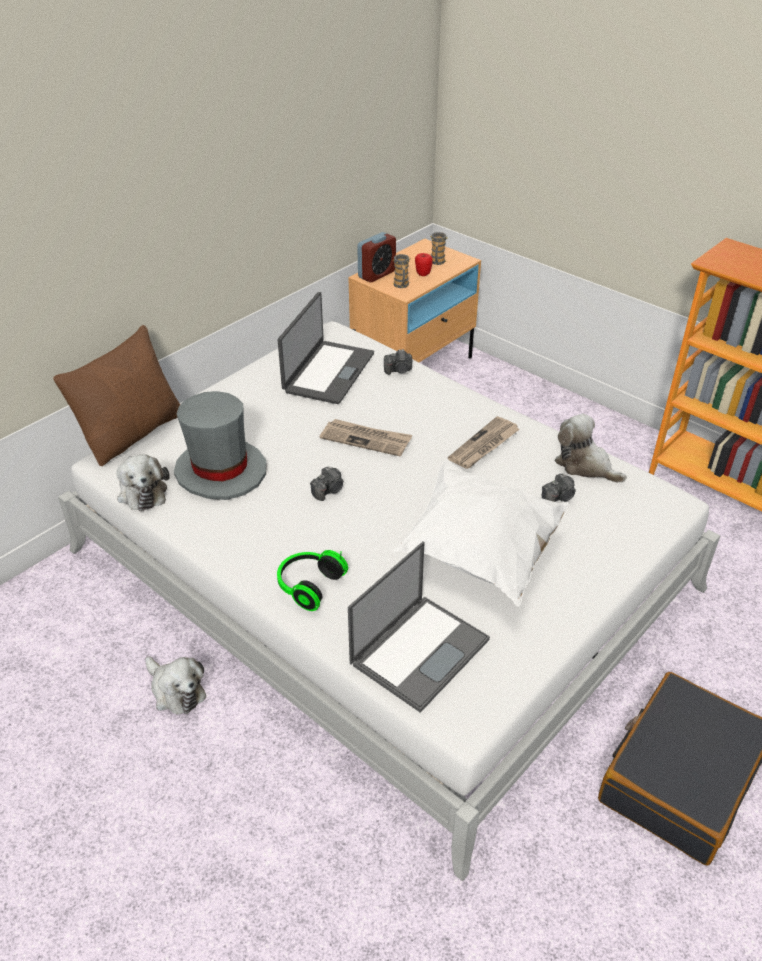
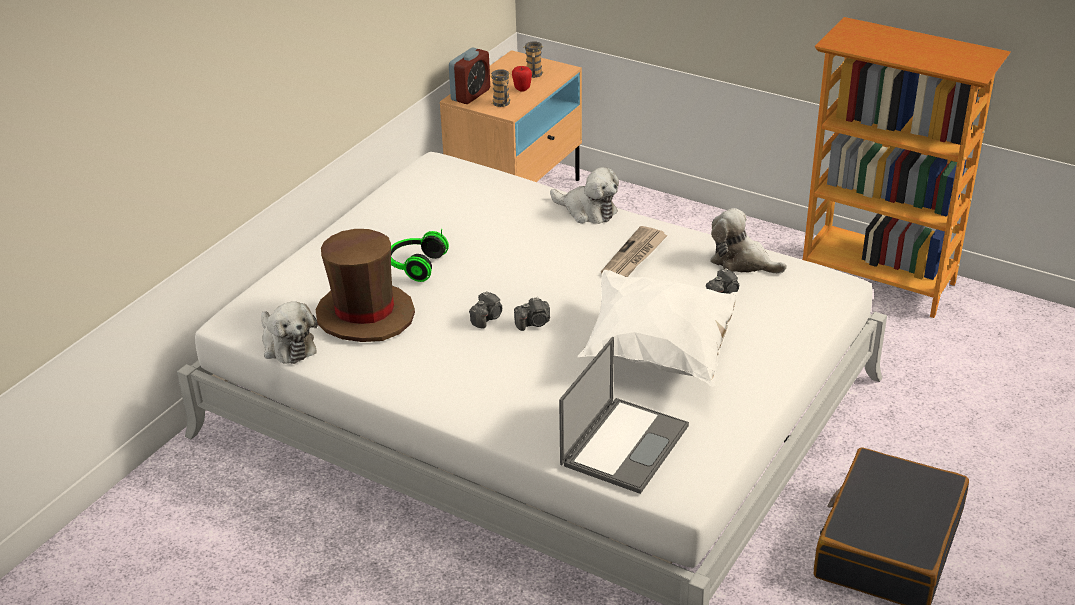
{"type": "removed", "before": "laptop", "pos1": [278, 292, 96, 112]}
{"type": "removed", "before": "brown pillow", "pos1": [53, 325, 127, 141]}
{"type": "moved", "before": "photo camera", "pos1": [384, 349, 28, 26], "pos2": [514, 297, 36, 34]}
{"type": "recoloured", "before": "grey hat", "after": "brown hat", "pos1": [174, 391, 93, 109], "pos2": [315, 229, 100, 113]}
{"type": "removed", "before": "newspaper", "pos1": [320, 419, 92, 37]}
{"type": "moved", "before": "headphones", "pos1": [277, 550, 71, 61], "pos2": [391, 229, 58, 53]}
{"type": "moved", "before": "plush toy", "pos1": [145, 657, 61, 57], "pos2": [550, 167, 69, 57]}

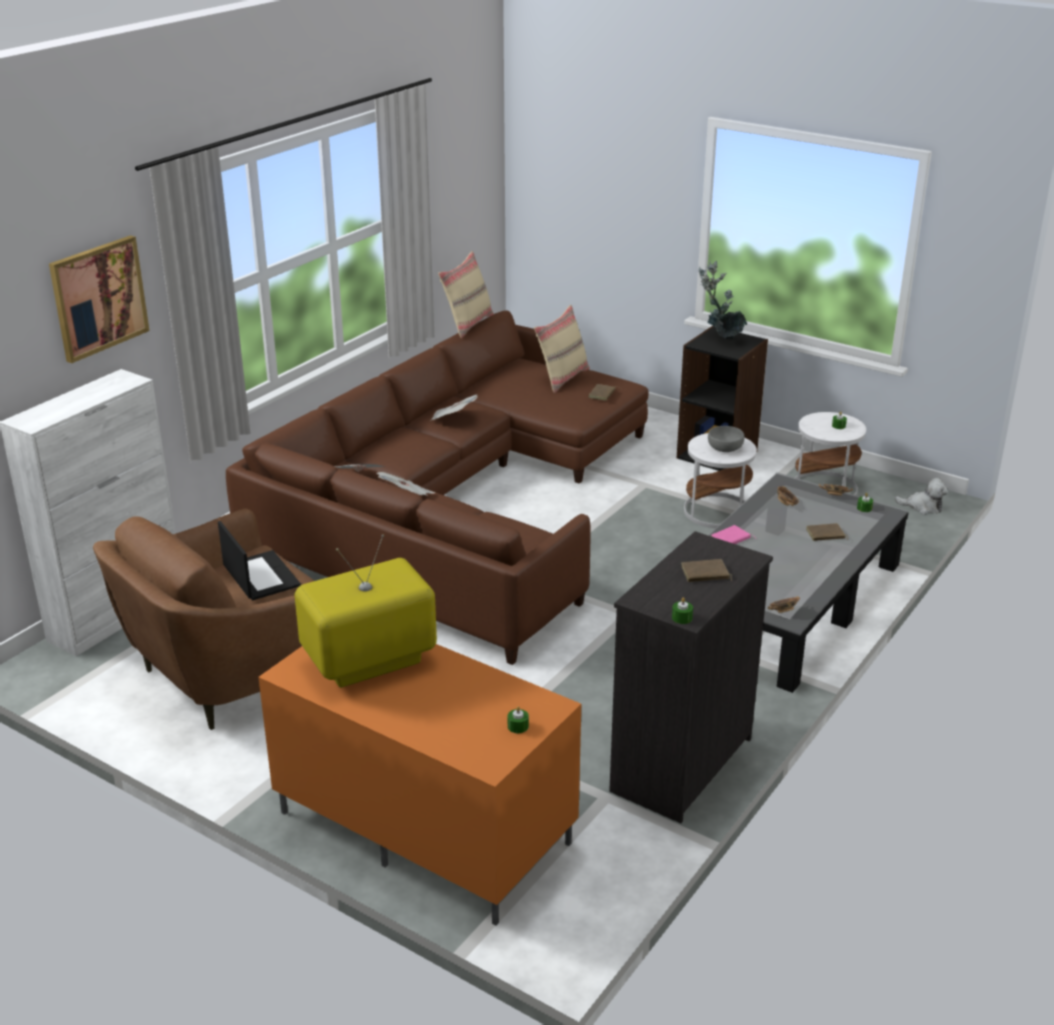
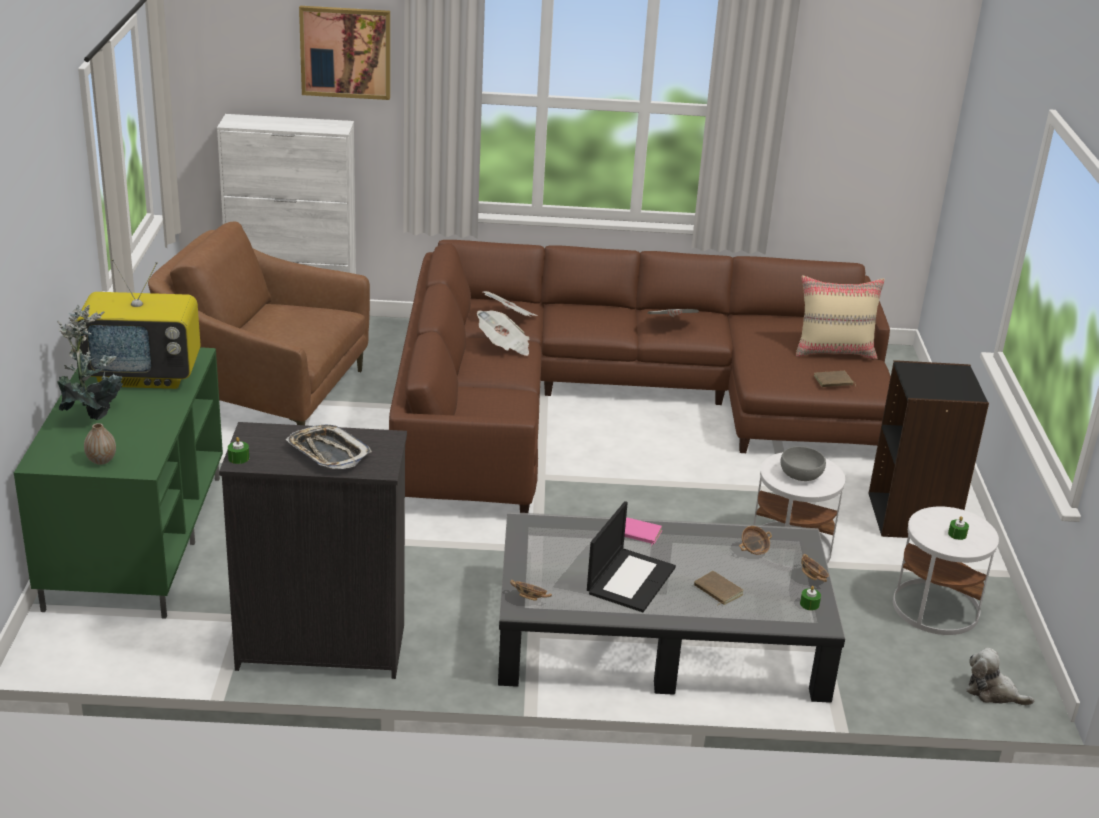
{"type": "removed", "before": "beige pillow", "pos1": [438, 251, 56, 87]}
{"type": "moved", "before": "potted plant", "pos1": [698, 261, 49, 78], "pos2": [57, 305, 66, 115]}
{"type": "turned", "before": "plush toy", "pos1": [895, 478, 53, 37], "pos2": [966, 648, 69, 57], "turn": 135}
{"type": "moved", "before": "laptop", "pos1": [218, 521, 83, 79], "pos2": [587, 501, 89, 111]}
{"type": "turned", "before": "television", "pos1": [295, 535, 142, 153], "pos2": [75, 259, 125, 130], "turn": 150}
{"type": "replaced", "before": "brown book", "after": "tray", "pos1": [681, 559, 51, 23], "pos2": [286, 425, 86, 44]}
{"type": "recoloured", "before": "orange tv stand", "after": "green tv stand", "pos1": [258, 644, 323, 282], "pos2": [14, 347, 209, 272]}
{"type": "replaced", "before": "green candle", "after": "vase", "pos1": [508, 706, 21, 27], "pos2": [84, 423, 32, 42]}

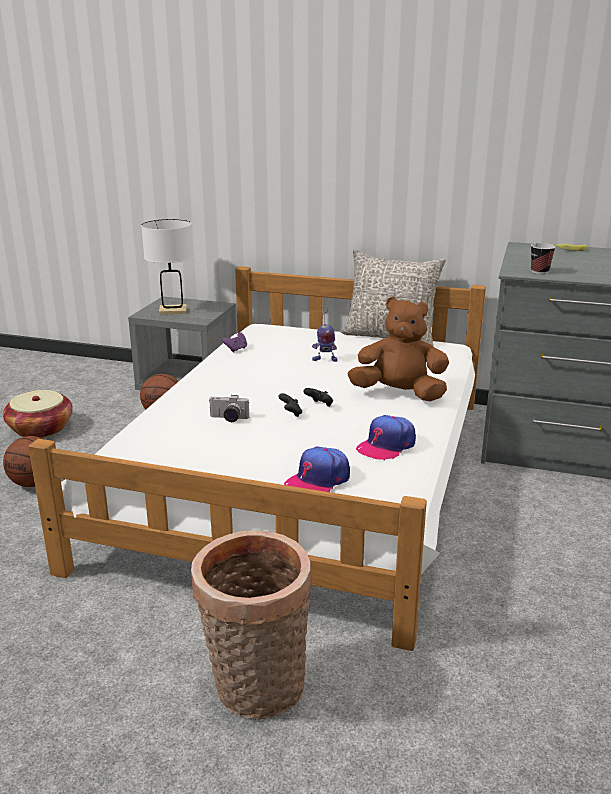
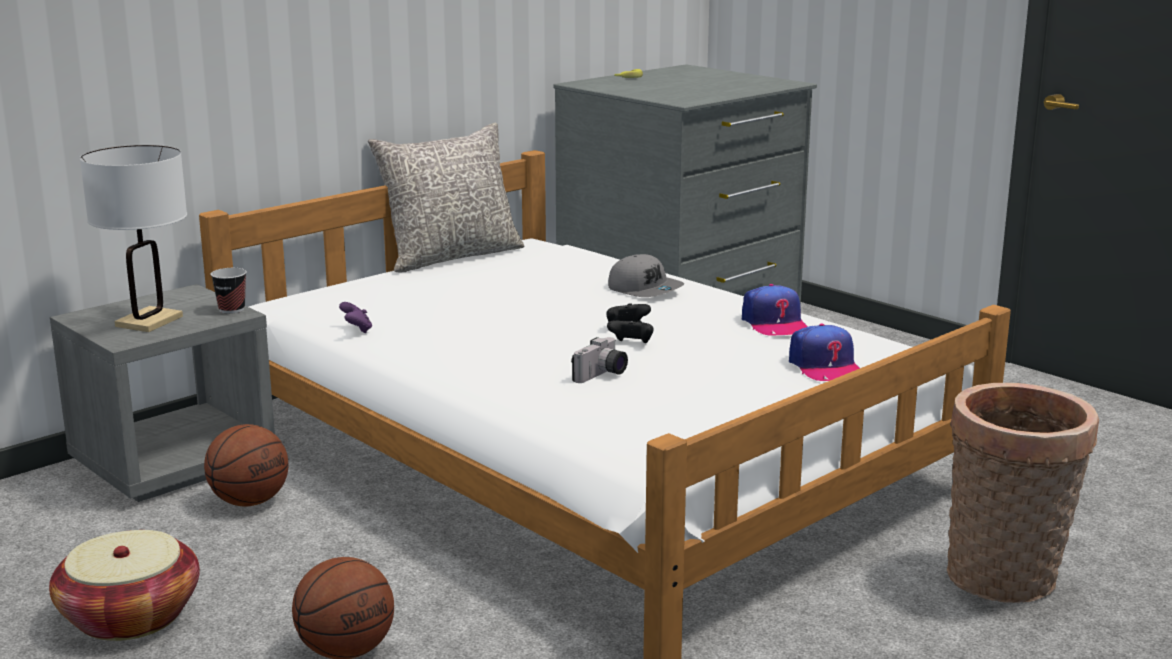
{"type": "moved", "before": "cup", "pos1": [531, 243, 25, 31], "pos2": [211, 268, 36, 46]}
{"type": "replaced", "before": "brown plush toy", "after": "grey cap", "pos1": [347, 297, 102, 105], "pos2": [608, 254, 76, 43]}
{"type": "removed", "before": "toy robot", "pos1": [312, 305, 26, 57]}

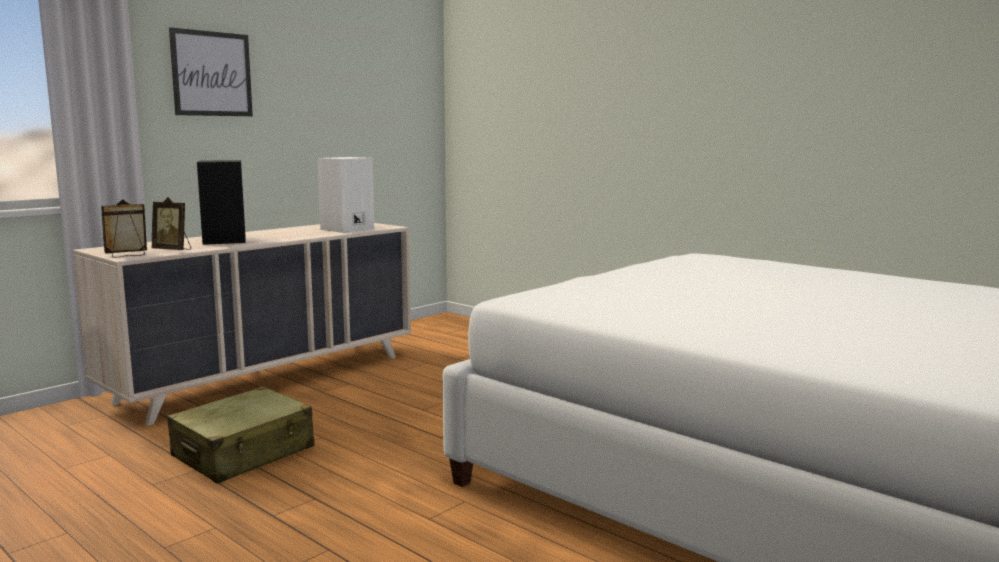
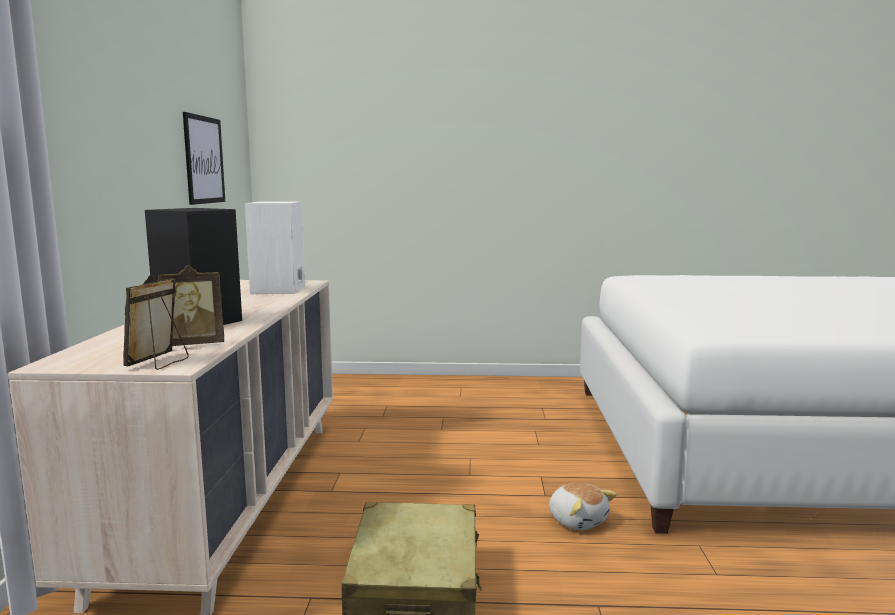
{"type": "moved", "before": "picture", "pos1": [169, 27, 84, 89], "pos2": [183, 112, 42, 93]}
{"type": "added", "after": "plush toy", "pos2": [549, 482, 68, 48]}

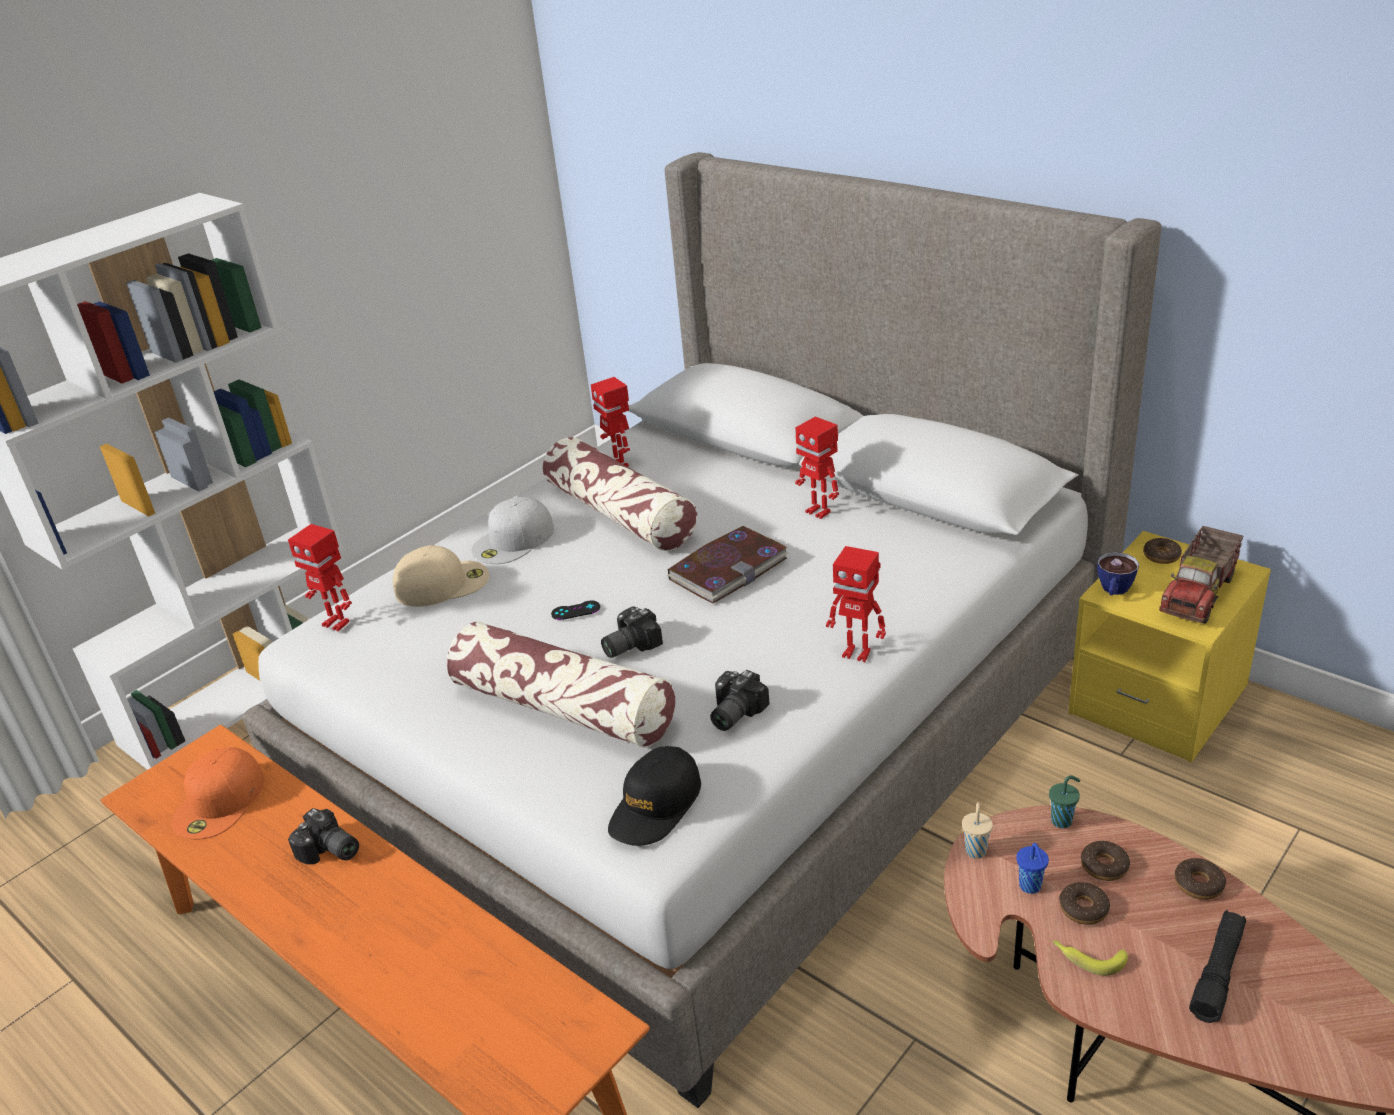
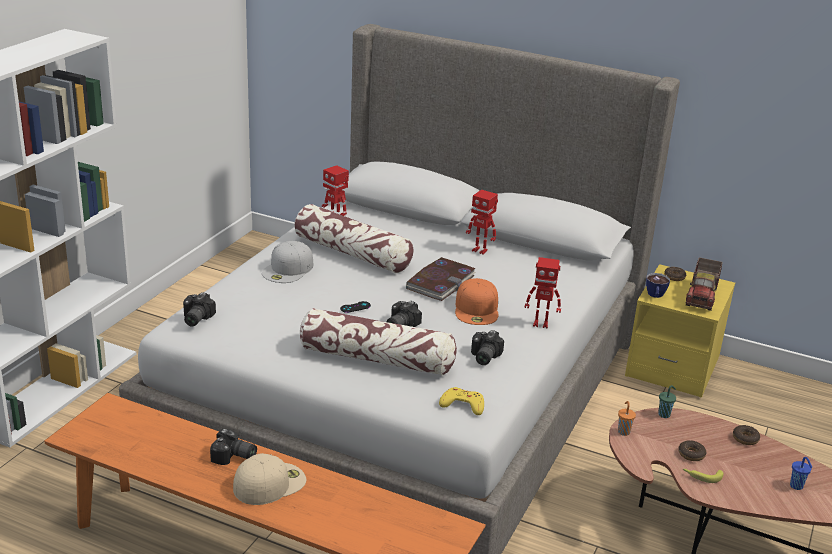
{"type": "replaced", "before": "toy robot", "after": "photo camera", "pos1": [288, 524, 64, 108], "pos2": [183, 292, 33, 34]}
{"type": "moved", "before": "beige cap", "pos1": [393, 545, 96, 62], "pos2": [233, 453, 73, 52]}
{"type": "replaced", "before": "black cap", "after": "yellow game controller", "pos1": [608, 746, 93, 100], "pos2": [439, 387, 45, 28]}
{"type": "moved", "before": "orange cap", "pos1": [171, 748, 94, 91], "pos2": [455, 278, 43, 47]}
{"type": "recoloured", "before": "beige cup", "after": "orange cup", "pos1": [962, 802, 31, 56], "pos2": [618, 401, 18, 35]}
{"type": "removed", "before": "donut", "pos1": [1081, 841, 49, 40]}
{"type": "moved", "before": "blue cup", "pos1": [1016, 843, 33, 51], "pos2": [790, 457, 22, 33]}
{"type": "removed", "before": "black flashlight", "pos1": [1189, 910, 57, 113]}

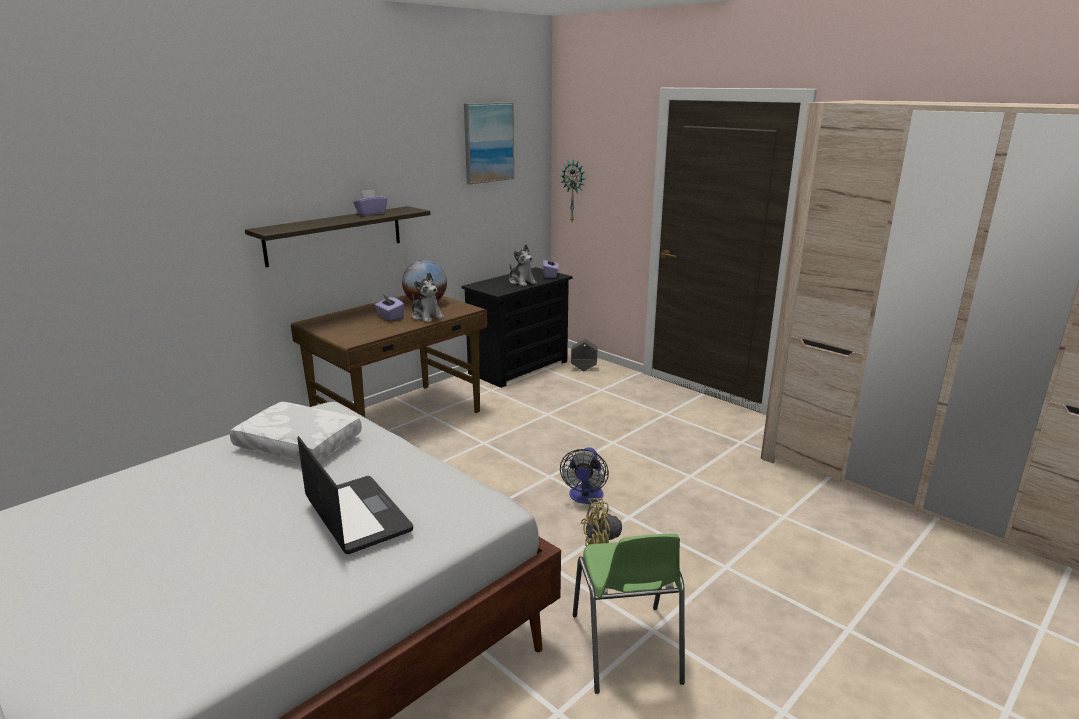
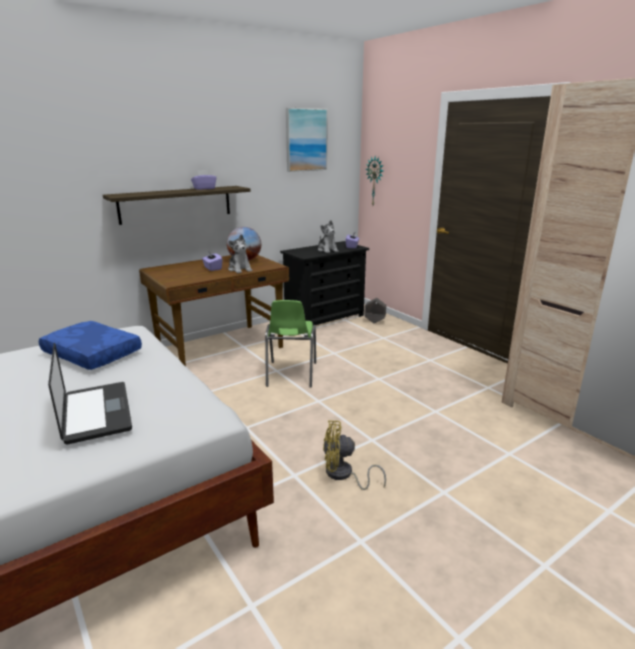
{"type": "recoloured", "before": "white pillow", "after": "blue pillow", "pos1": [230, 402, 132, 60], "pos2": [39, 321, 103, 49]}
{"type": "removed", "before": "fan", "pos1": [560, 447, 49, 57]}
{"type": "moved", "before": "green chair", "pos1": [573, 534, 112, 160], "pos2": [265, 300, 51, 88]}

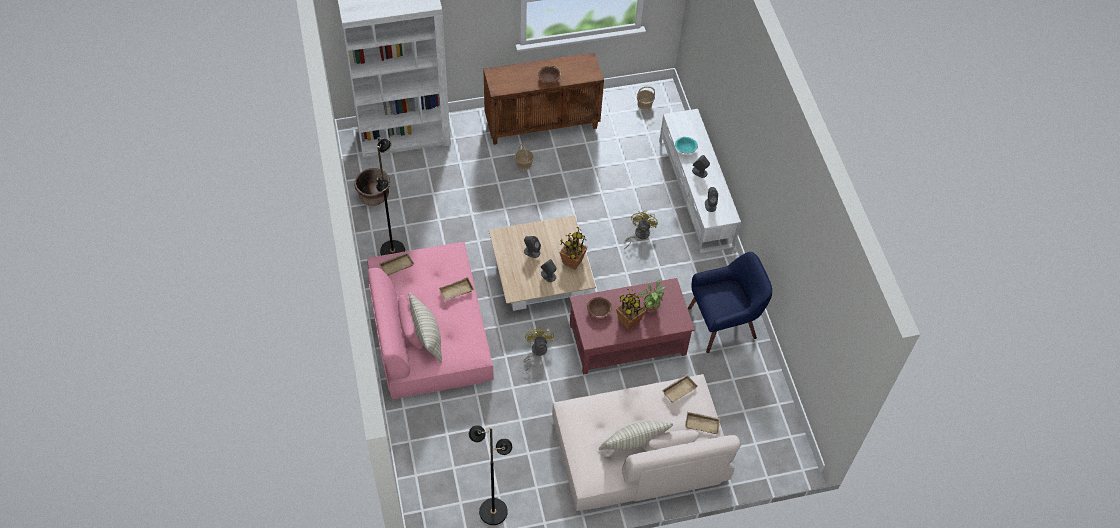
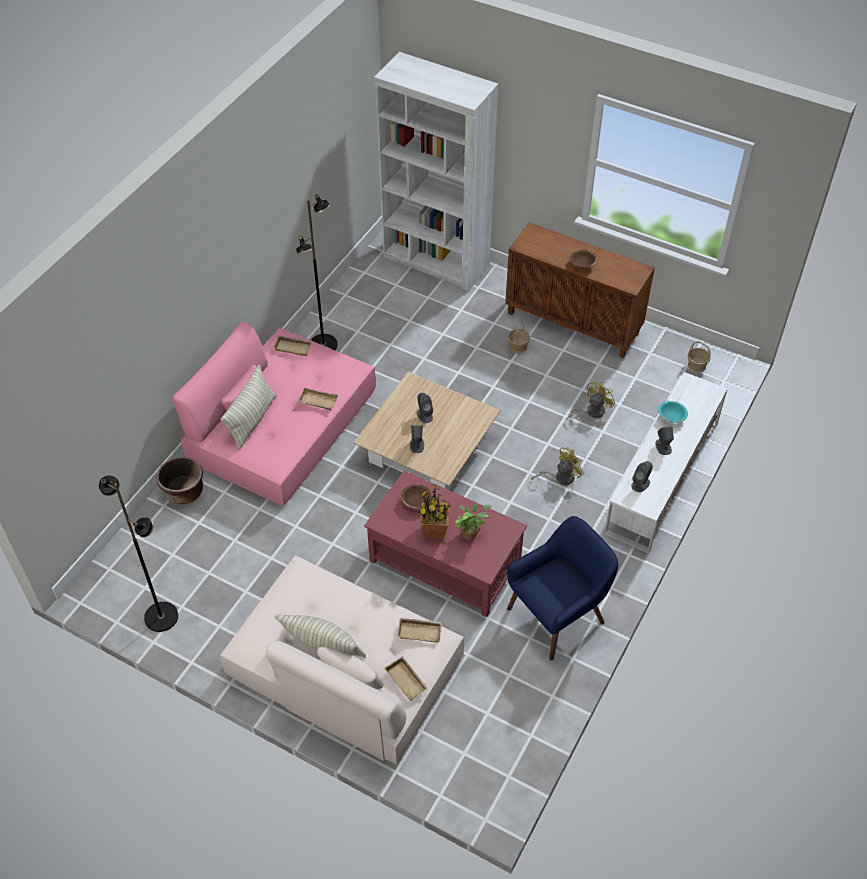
{"type": "moved", "before": "brown planter", "pos1": [354, 168, 36, 38], "pos2": [157, 457, 46, 48]}
{"type": "removed", "before": "potted plant", "pos1": [560, 227, 28, 43]}
{"type": "turned", "before": "blue armchair", "pos1": [688, 252, 84, 101], "pos2": [507, 516, 111, 145], "turn": -60}
{"type": "moved", "before": "yellow fan", "pos1": [523, 327, 31, 44], "pos2": [566, 382, 49, 38]}

